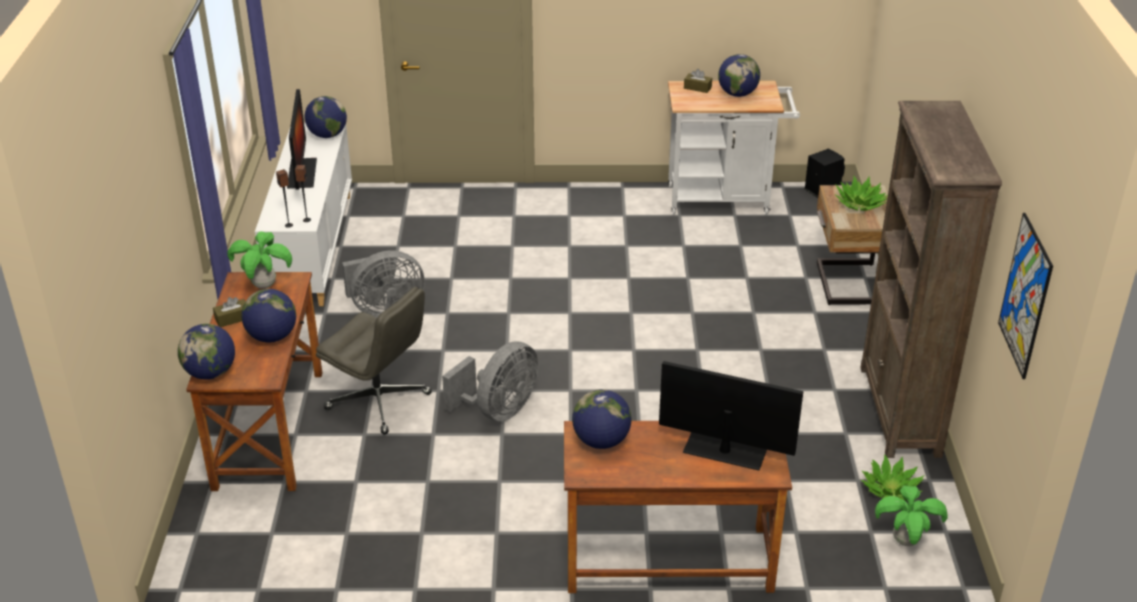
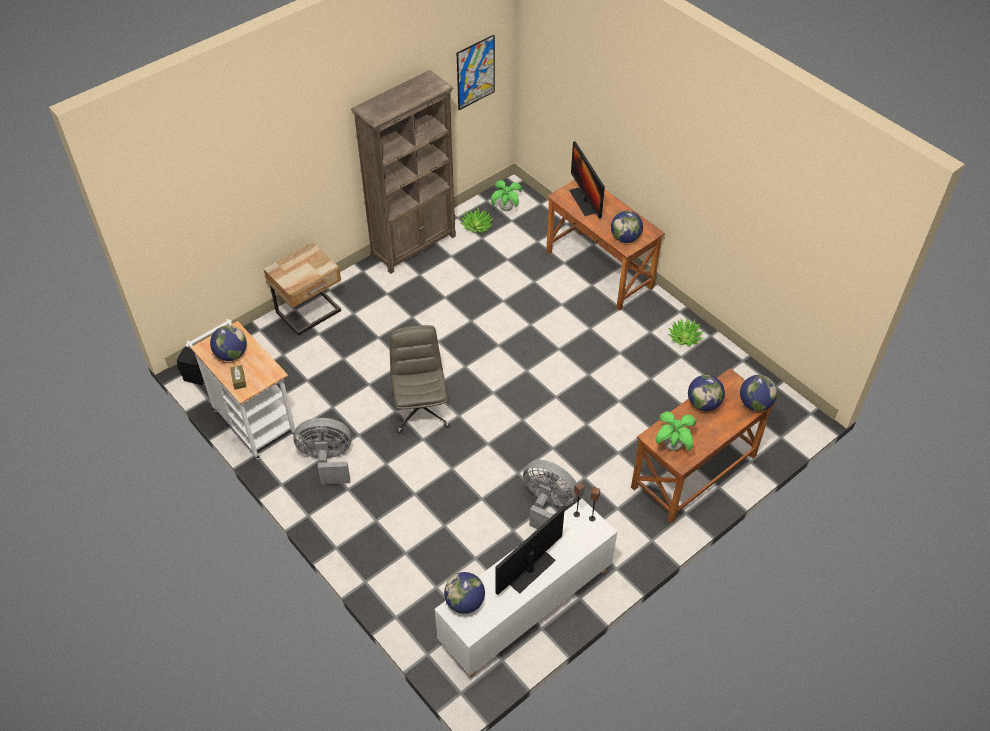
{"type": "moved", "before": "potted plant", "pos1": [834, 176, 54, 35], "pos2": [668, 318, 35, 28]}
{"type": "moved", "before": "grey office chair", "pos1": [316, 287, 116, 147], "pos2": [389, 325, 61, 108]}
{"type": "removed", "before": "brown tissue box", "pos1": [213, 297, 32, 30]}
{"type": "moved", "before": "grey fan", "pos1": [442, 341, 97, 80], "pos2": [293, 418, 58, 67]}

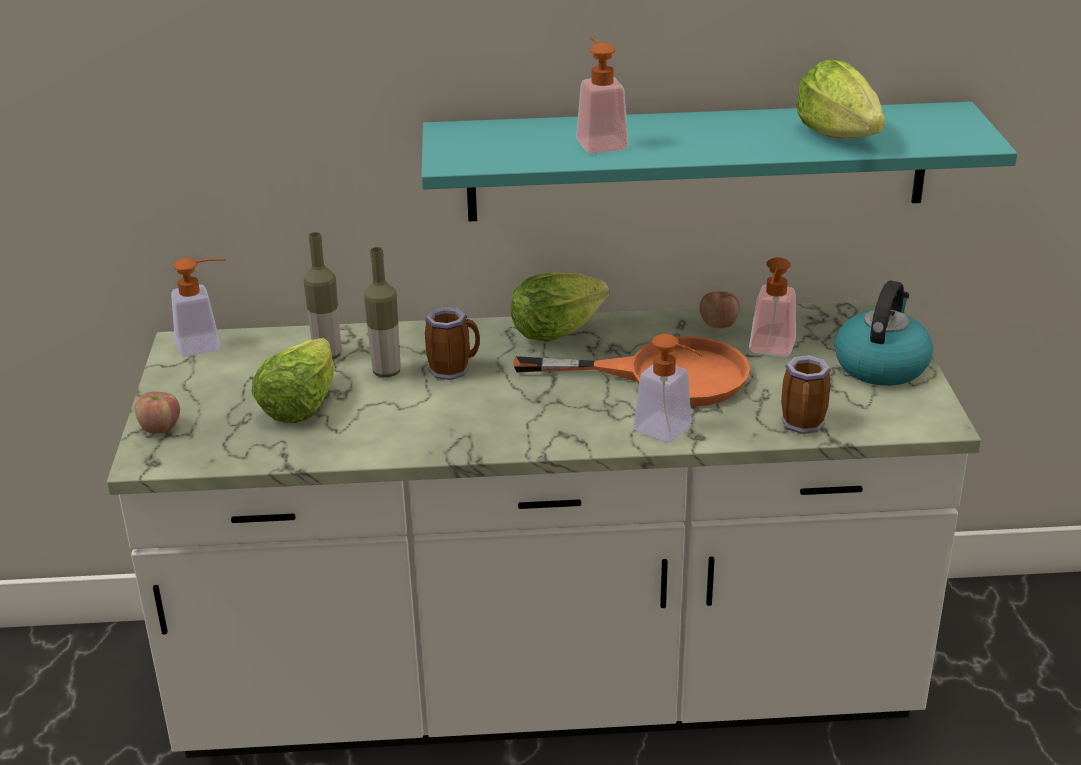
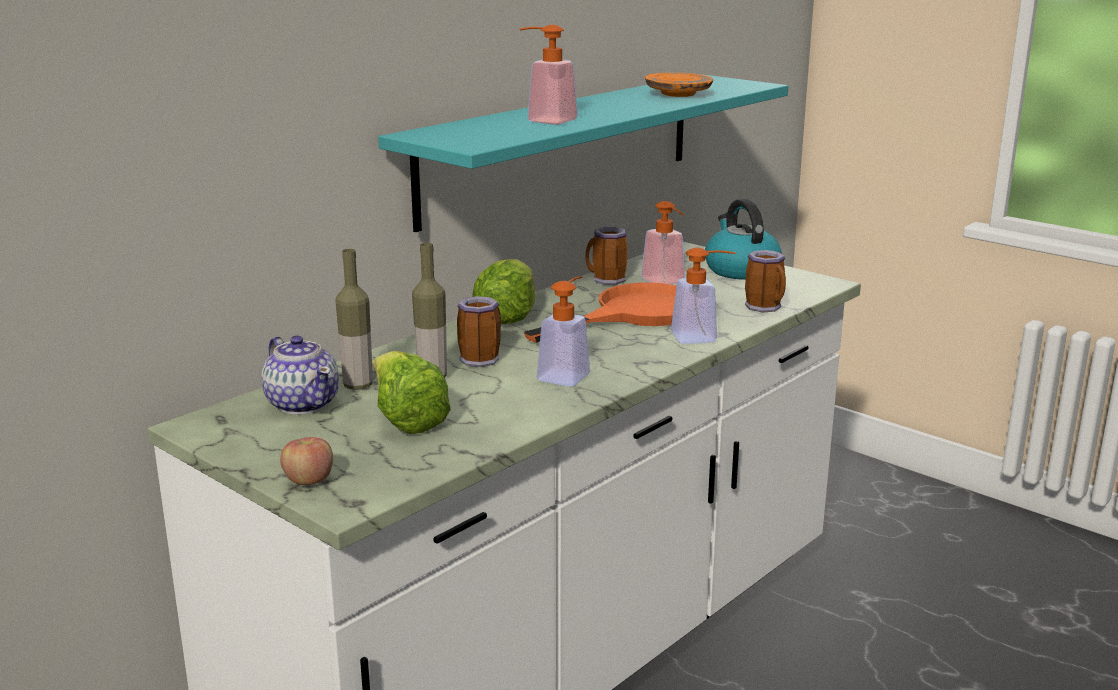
{"type": "replaced", "before": "lettuce", "after": "orange plate", "pos1": [796, 60, 89, 79], "pos2": [645, 73, 68, 24]}
{"type": "moved", "before": "soap dispenser", "pos1": [171, 258, 55, 98], "pos2": [537, 276, 53, 111]}
{"type": "replaced", "before": "apple", "after": "mug", "pos1": [699, 292, 41, 36], "pos2": [585, 227, 42, 58]}
{"type": "added", "after": "teapot", "pos2": [261, 336, 78, 79]}

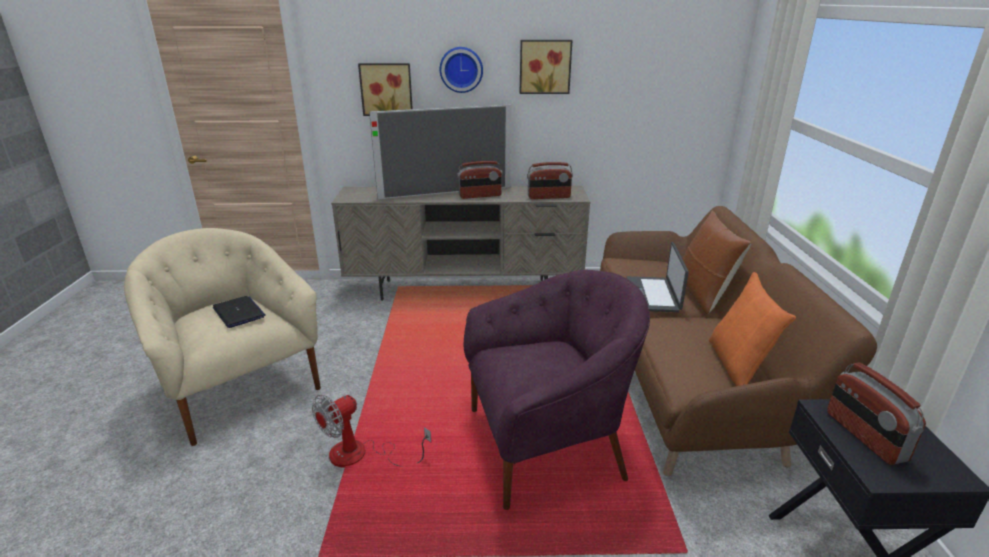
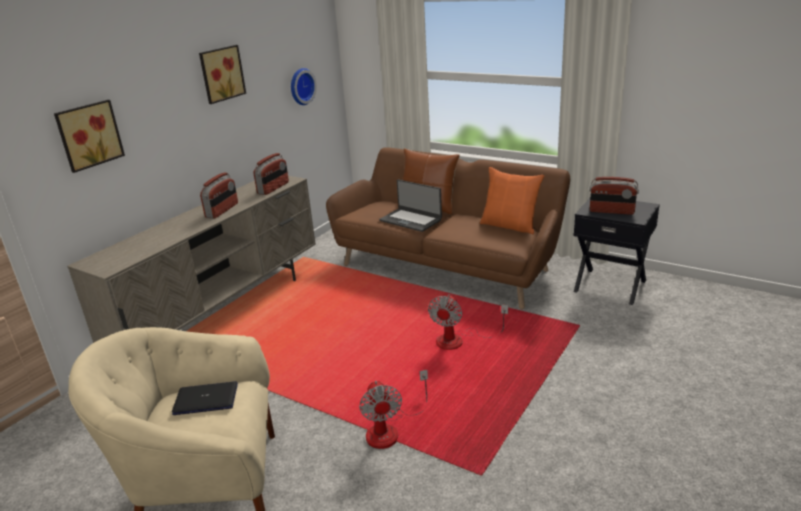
{"type": "moved", "before": "wall clock", "pos1": [440, 47, 43, 46], "pos2": [291, 68, 26, 37]}
{"type": "removed", "before": "television", "pos1": [369, 104, 142, 95]}
{"type": "replaced", "before": "purple armchair", "after": "fan", "pos1": [464, 270, 186, 240], "pos2": [428, 294, 80, 56]}

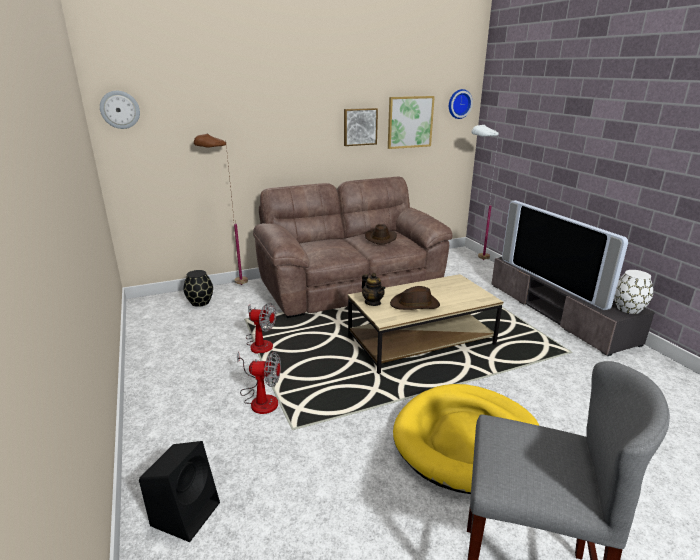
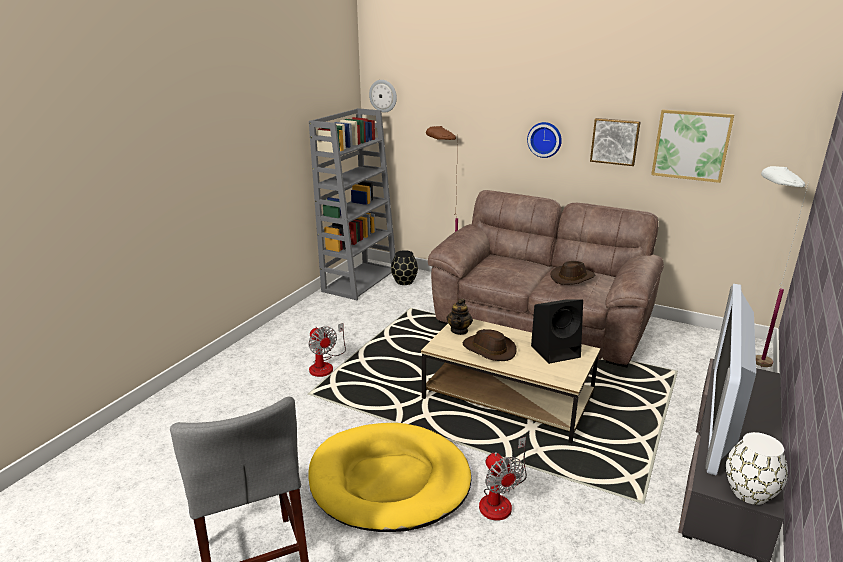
{"type": "moved", "before": "wall clock", "pos1": [449, 89, 24, 30], "pos2": [527, 122, 35, 36]}
{"type": "moved", "before": "fan", "pos1": [246, 303, 30, 51], "pos2": [479, 437, 48, 84]}
{"type": "moved", "before": "black speaker", "pos1": [139, 441, 81, 101], "pos2": [531, 300, 52, 64]}
{"type": "added", "after": "grey bookcase", "pos2": [309, 108, 86, 192]}

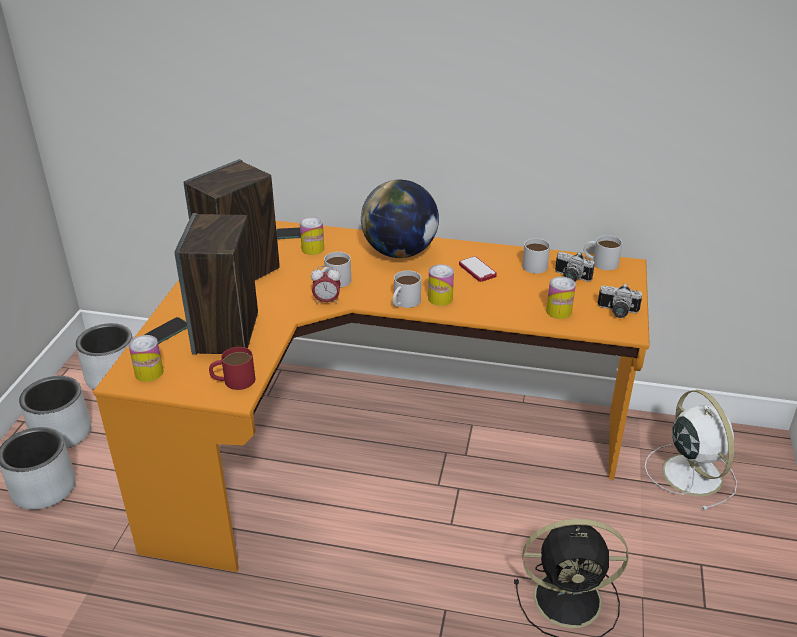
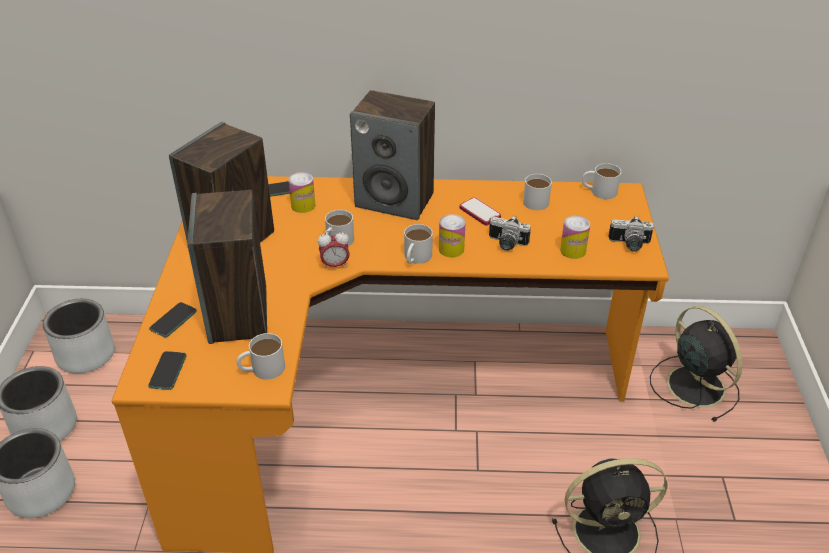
{"type": "replaced", "before": "globe", "after": "speaker", "pos1": [361, 180, 78, 78], "pos2": [350, 90, 85, 130]}
{"type": "moved", "before": "photo camera", "pos1": [555, 252, 40, 30], "pos2": [489, 216, 42, 35]}
{"type": "replaced", "before": "can", "after": "phone", "pos1": [128, 335, 35, 47], "pos2": [148, 351, 39, 39]}
{"type": "recoloured", "before": "red mug", "after": "white mug", "pos1": [209, 347, 46, 43], "pos2": [236, 333, 49, 46]}
{"type": "recoloured", "before": "white fan", "after": "black fan", "pos1": [645, 390, 92, 120], "pos2": [650, 306, 92, 116]}

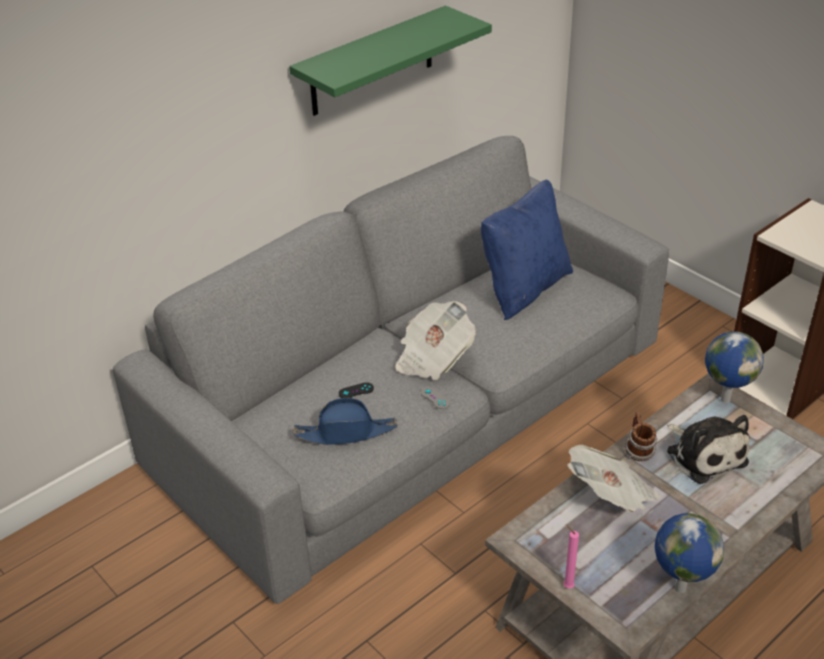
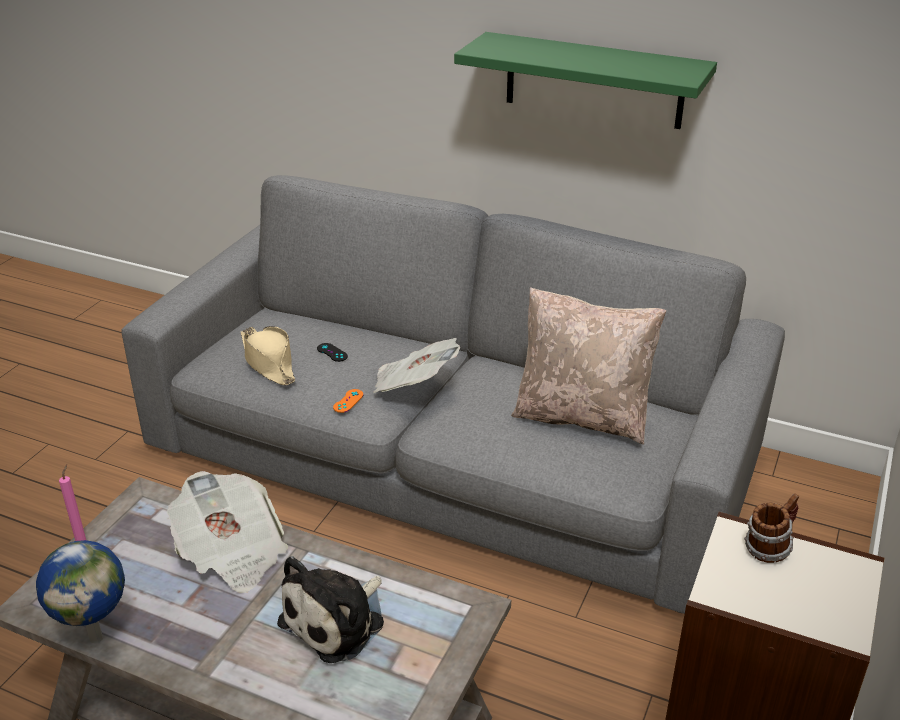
{"type": "recoloured", "before": "blue pillow", "after": "beige pillow", "pos1": [481, 179, 92, 141], "pos2": [511, 287, 155, 157]}
{"type": "removed", "before": "globe", "pos1": [705, 331, 59, 72]}
{"type": "recoloured", "before": "grey game controller", "after": "orange game controller", "pos1": [421, 387, 29, 22], "pos2": [333, 389, 31, 24]}
{"type": "recoloured", "before": "blue hat", "after": "beige hat", "pos1": [294, 398, 103, 47], "pos2": [241, 326, 54, 59]}
{"type": "moved", "before": "mug", "pos1": [625, 411, 33, 50], "pos2": [744, 494, 55, 69]}

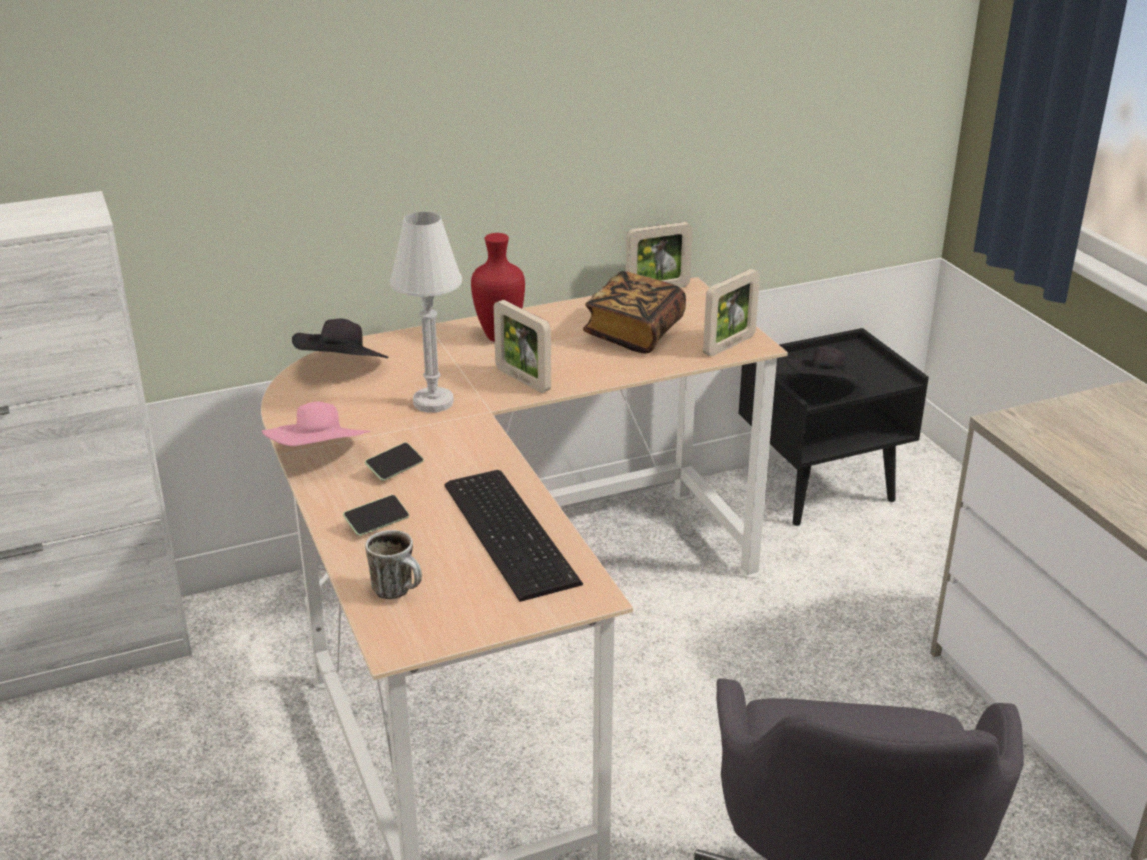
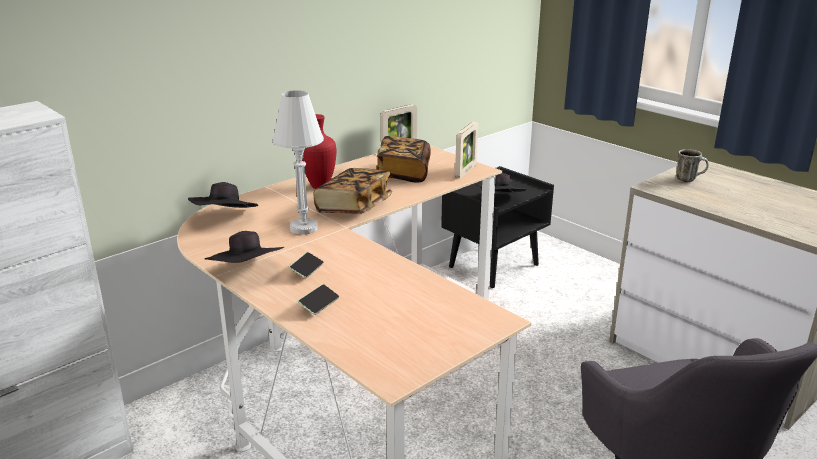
{"type": "replaced", "before": "picture frame", "after": "book", "pos1": [494, 300, 57, 93], "pos2": [313, 168, 79, 46]}
{"type": "recoloured", "before": "pink hat", "after": "black hat", "pos1": [262, 402, 109, 44], "pos2": [205, 231, 79, 32]}
{"type": "removed", "before": "keyboard", "pos1": [445, 470, 138, 132]}
{"type": "moved", "before": "mug", "pos1": [365, 530, 57, 69], "pos2": [676, 149, 33, 33]}

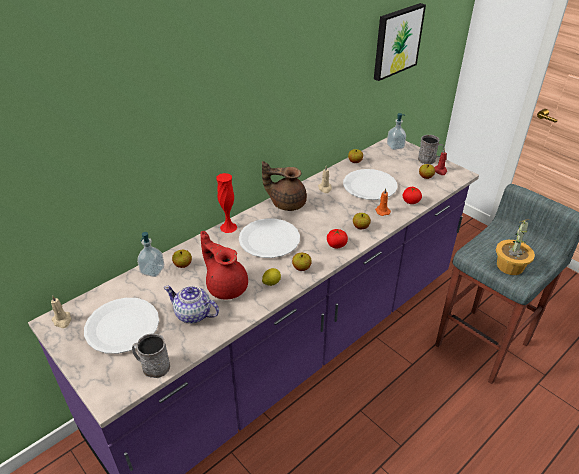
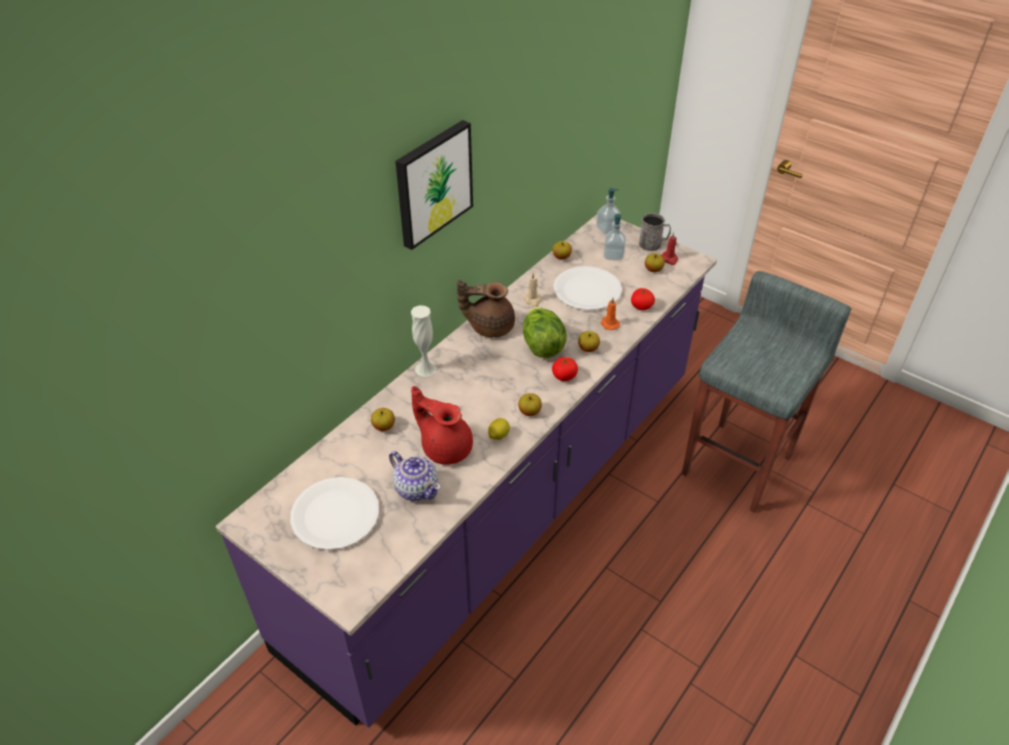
{"type": "moved", "before": "picture", "pos1": [374, 3, 52, 78], "pos2": [395, 120, 78, 130]}
{"type": "recoloured", "before": "red vase", "after": "white vase", "pos1": [216, 173, 21, 60], "pos2": [411, 305, 26, 72]}
{"type": "removed", "before": "white plate", "pos1": [239, 218, 61, 40]}
{"type": "removed", "before": "potted plant", "pos1": [496, 219, 39, 56]}
{"type": "moved", "before": "soap dispenser", "pos1": [137, 232, 27, 45], "pos2": [604, 214, 22, 46]}
{"type": "turned", "before": "teapot", "pos1": [164, 286, 55, 37], "pos2": [389, 451, 52, 50], "turn": -150}
{"type": "removed", "before": "beige candle", "pos1": [51, 295, 20, 33]}
{"type": "removed", "before": "grey mug", "pos1": [132, 333, 38, 45]}
{"type": "added", "after": "lettuce", "pos2": [523, 306, 44, 52]}

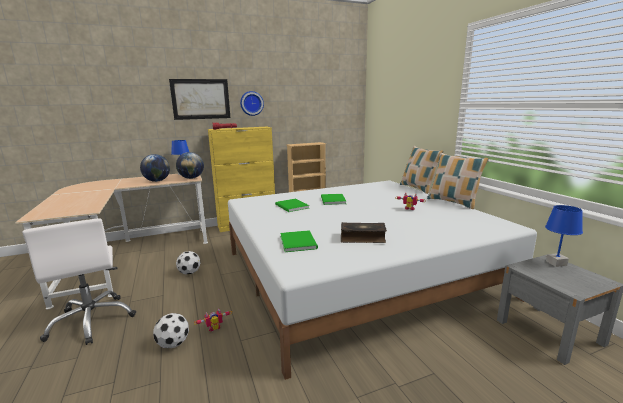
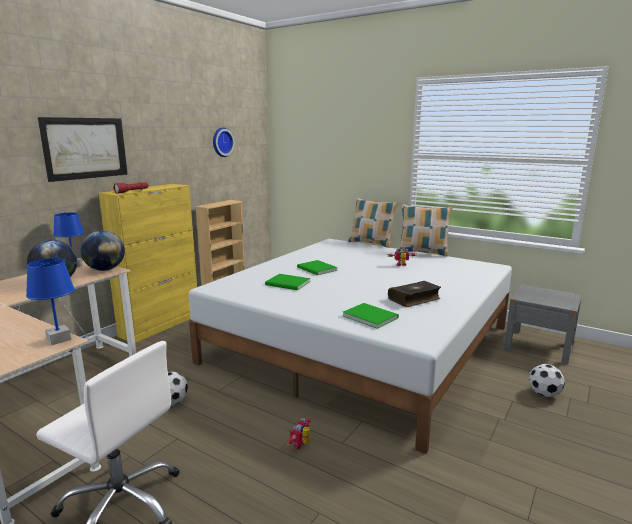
{"type": "moved", "before": "wall clock", "pos1": [240, 91, 24, 25], "pos2": [213, 127, 22, 30]}
{"type": "moved", "before": "blue table lamp", "pos1": [545, 205, 38, 62], "pos2": [26, 258, 49, 87]}
{"type": "moved", "before": "football", "pos1": [153, 313, 36, 35], "pos2": [529, 364, 36, 33]}

